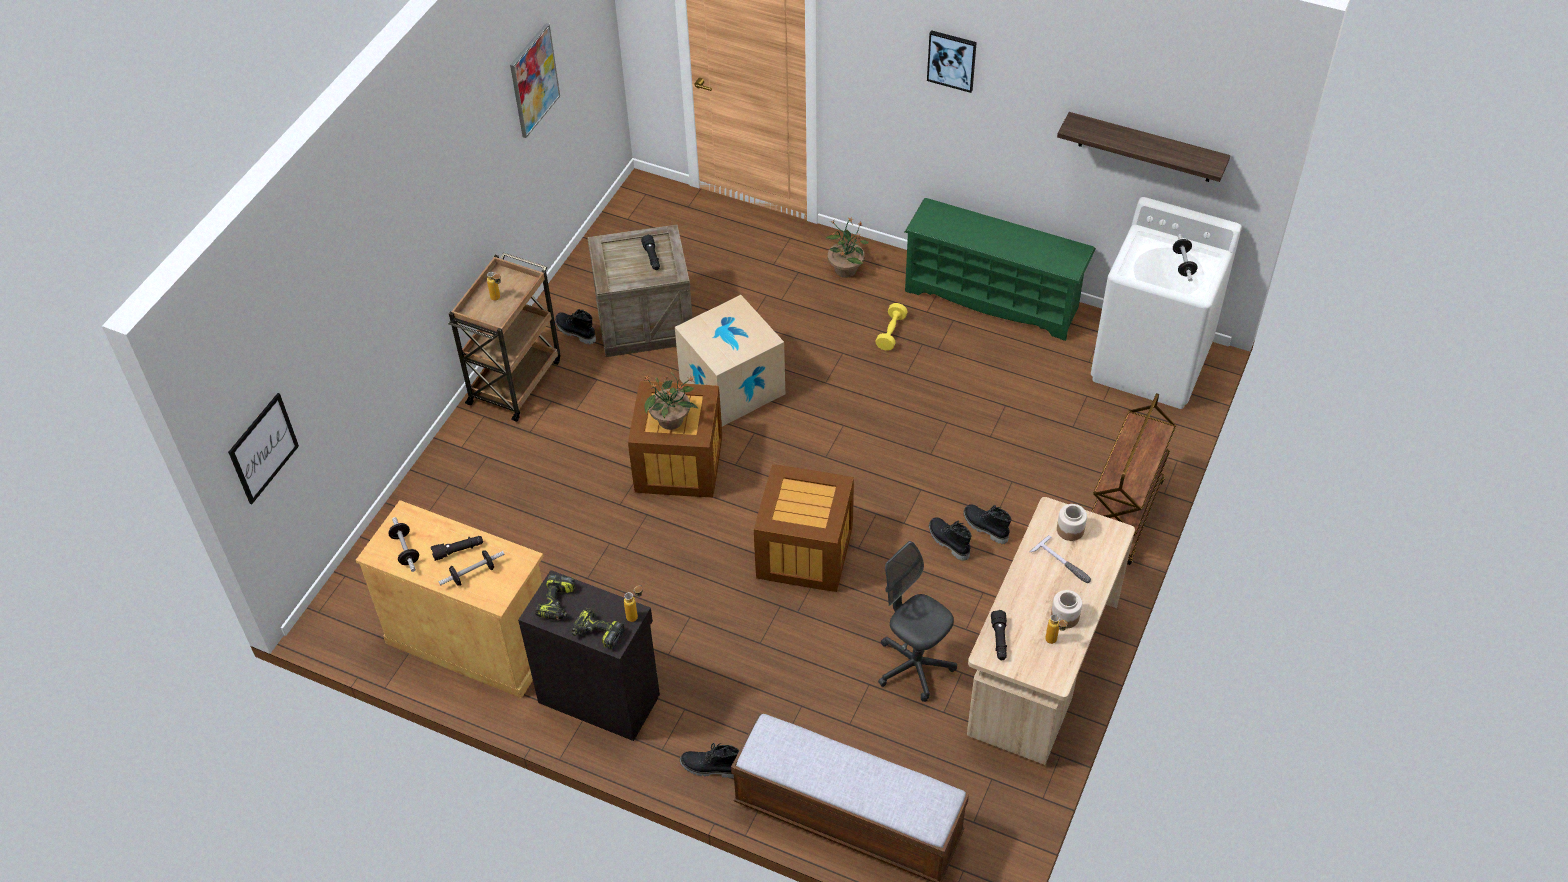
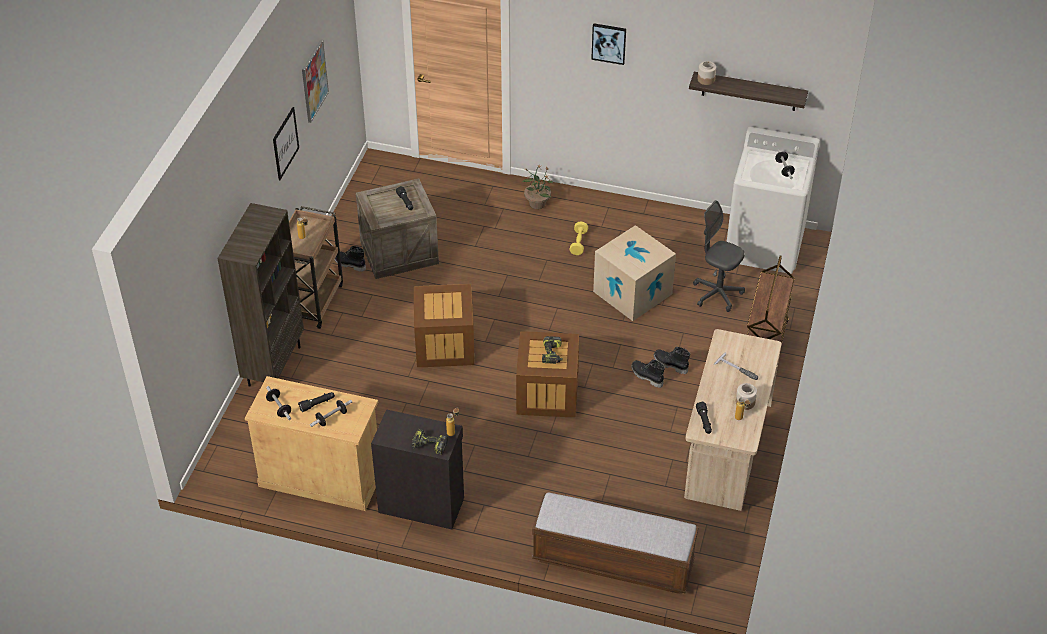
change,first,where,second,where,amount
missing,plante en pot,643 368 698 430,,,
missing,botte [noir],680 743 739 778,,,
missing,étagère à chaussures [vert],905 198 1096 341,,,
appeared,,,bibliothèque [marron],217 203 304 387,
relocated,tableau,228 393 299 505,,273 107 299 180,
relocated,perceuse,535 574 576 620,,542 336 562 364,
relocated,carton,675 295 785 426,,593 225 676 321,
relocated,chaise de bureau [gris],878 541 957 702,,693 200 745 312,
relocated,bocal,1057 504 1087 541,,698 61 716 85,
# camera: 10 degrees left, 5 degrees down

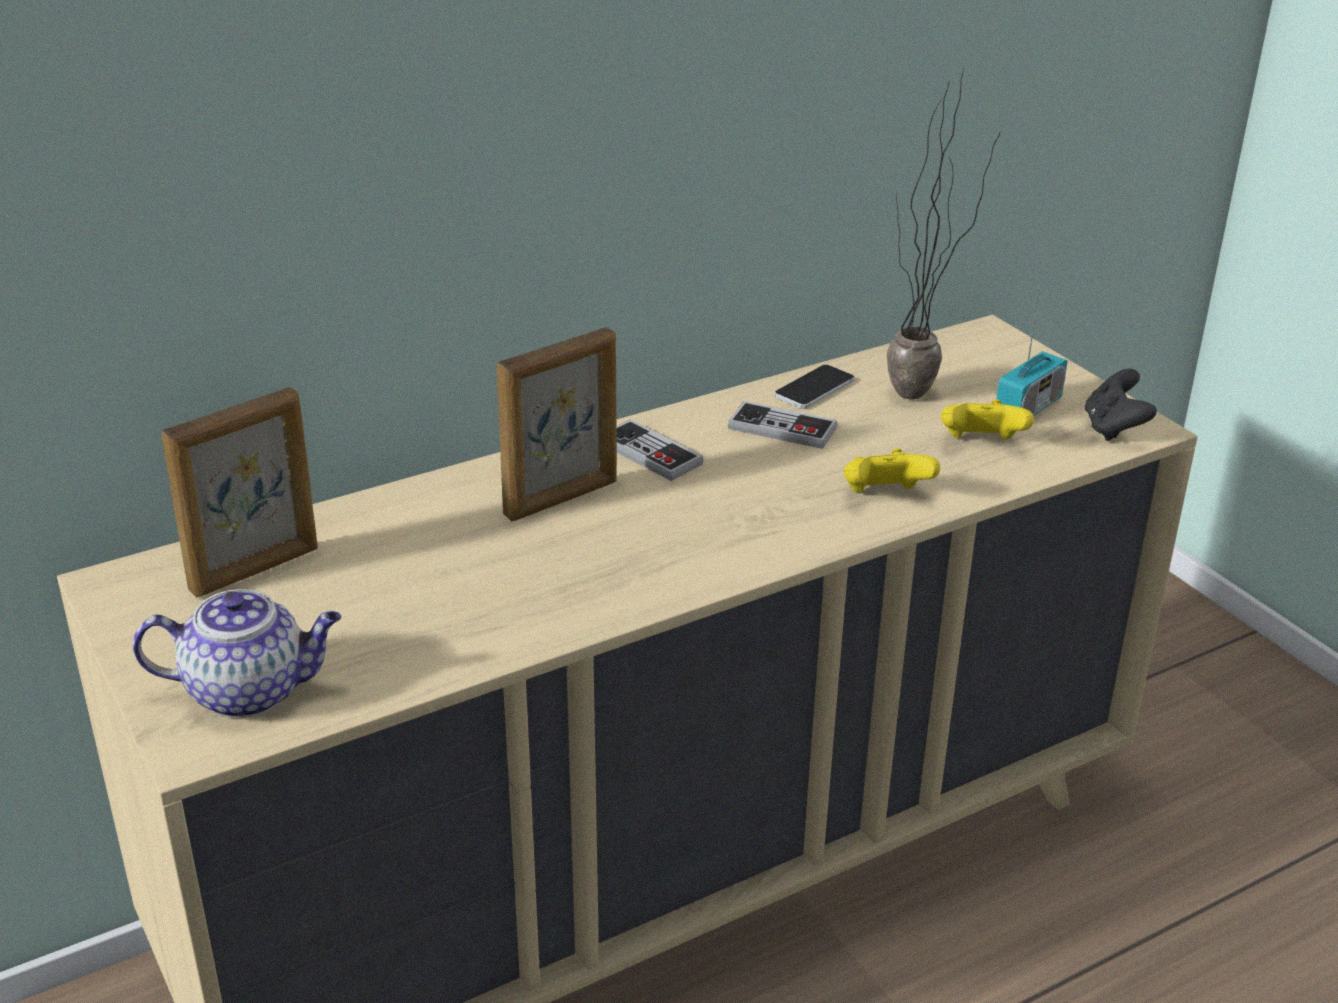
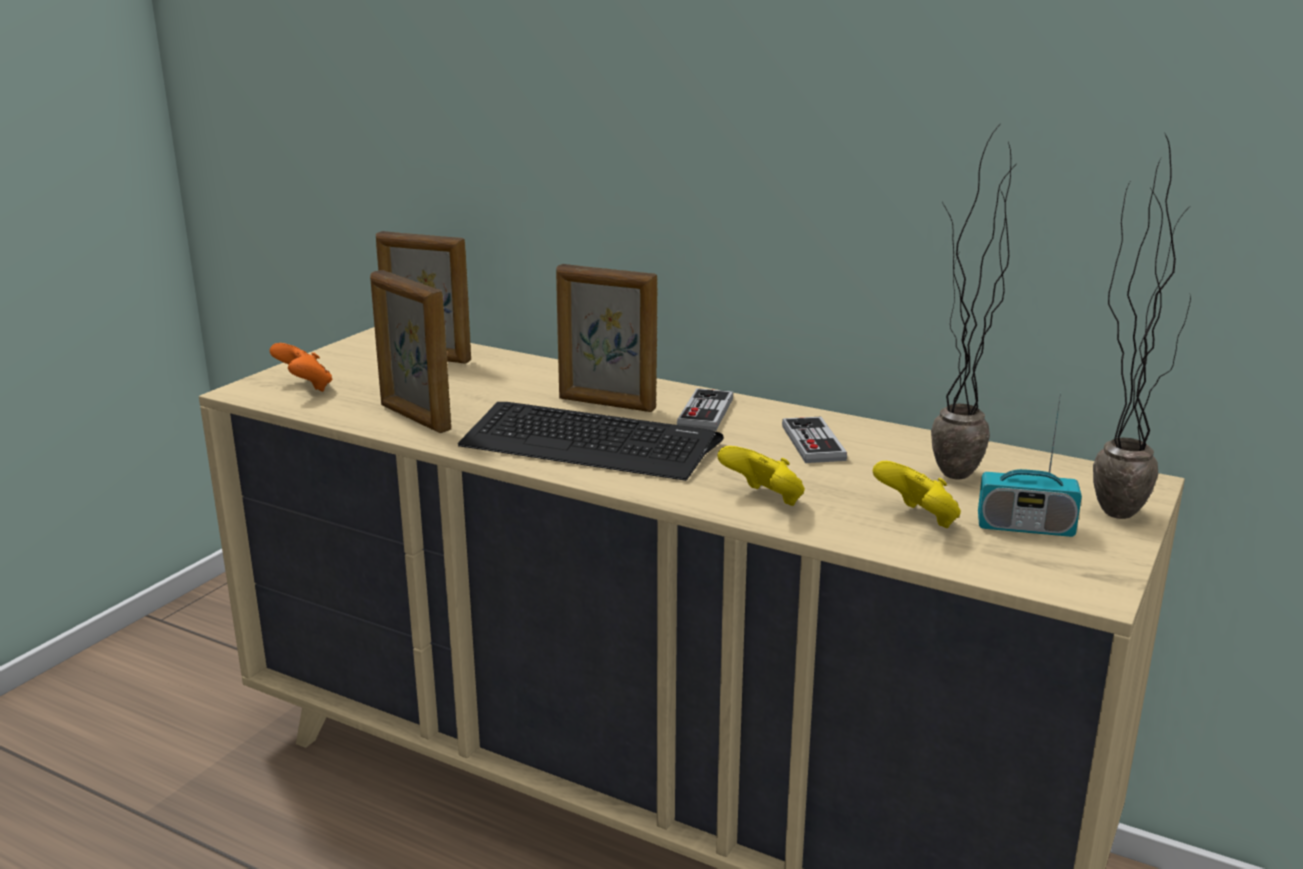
change,first,where,second,where,amount
missing,téléphone,774 365 854 409,,,
missing,manette [noir],1085 369 1157 441,,,
appeared,,,cadre photo,370 270 451 433,
appeared,,,clavier,458 402 724 481,
appeared,,,plante en pot,1093 134 1191 519,
exchanged,théière,132 589 341 718,manette [orange],270 343 332 392,
# camera: 60 degrees right, 10 degrees down

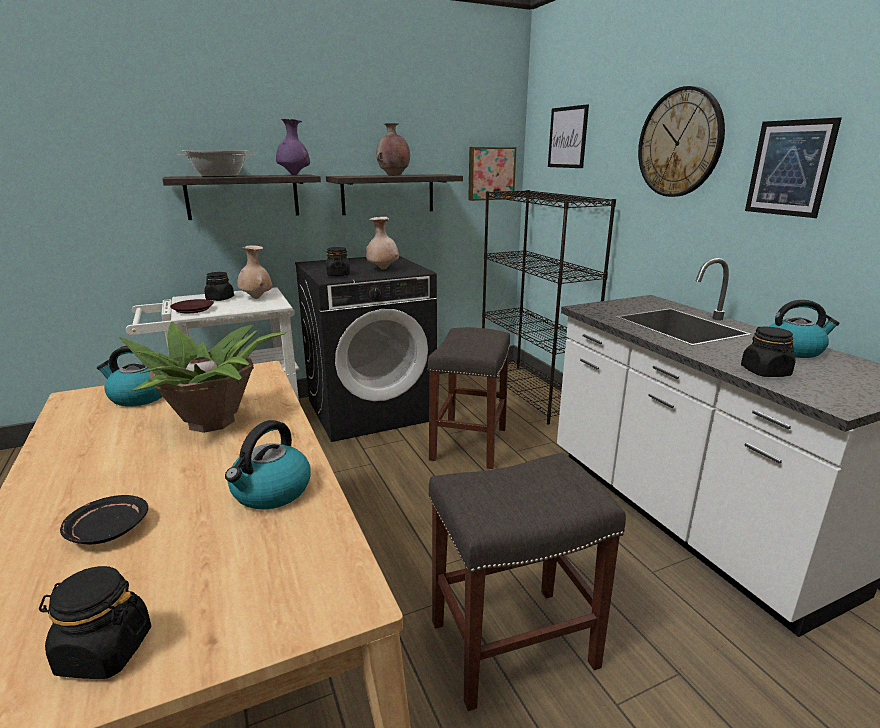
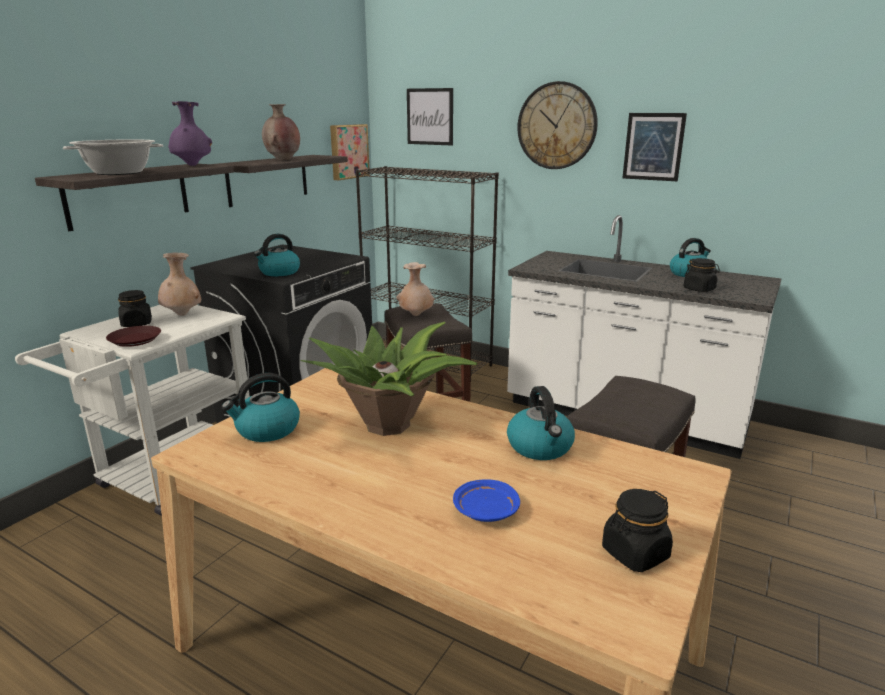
change,first,where,second,where,amount
relocated,vase [beige],366 217 399 269,,397 262 435 316,
exchanged,bocal [noir],326 247 350 276,bouilloire,254 234 300 276,
colour,assiette [noir],60 495 148 545,assiette [bleu],453 479 520 522,
# camera: 35 degrees left, 0 degrees up

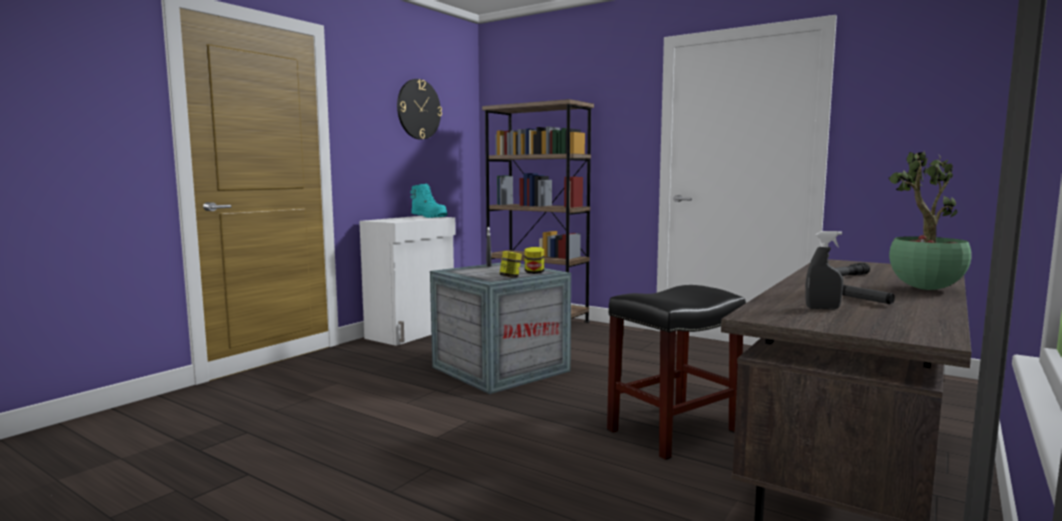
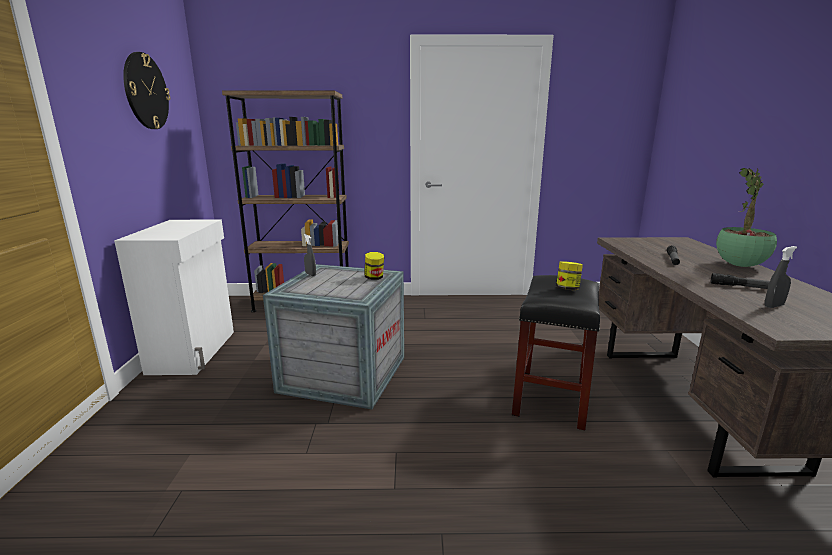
change,first,where,second,where,amount
missing,botte [turquoise],410 184 448 218,,,
relocated,bocal,499 251 522 278,,556 261 583 290,
# camera: 35 degrees left, 10 degrees up

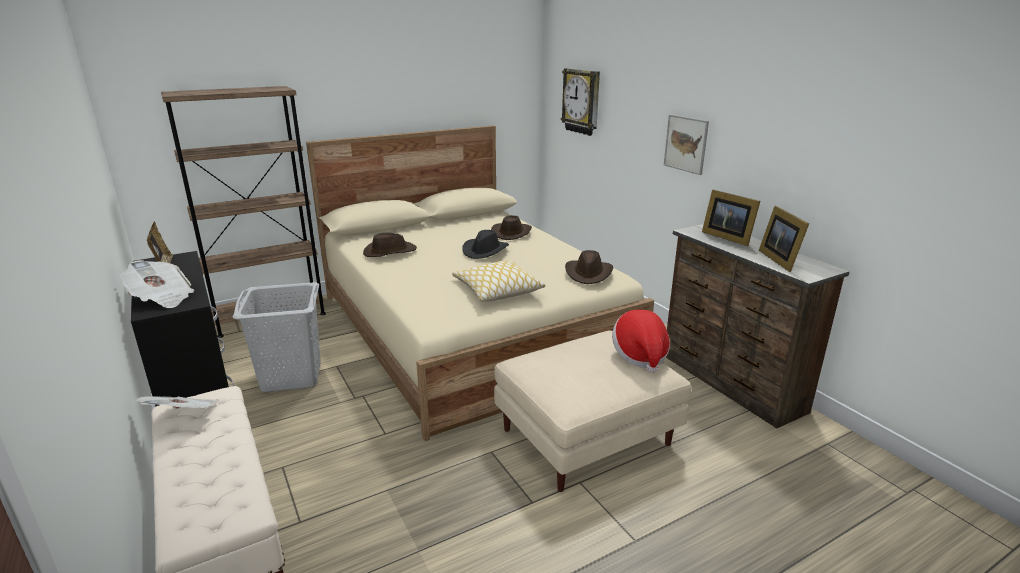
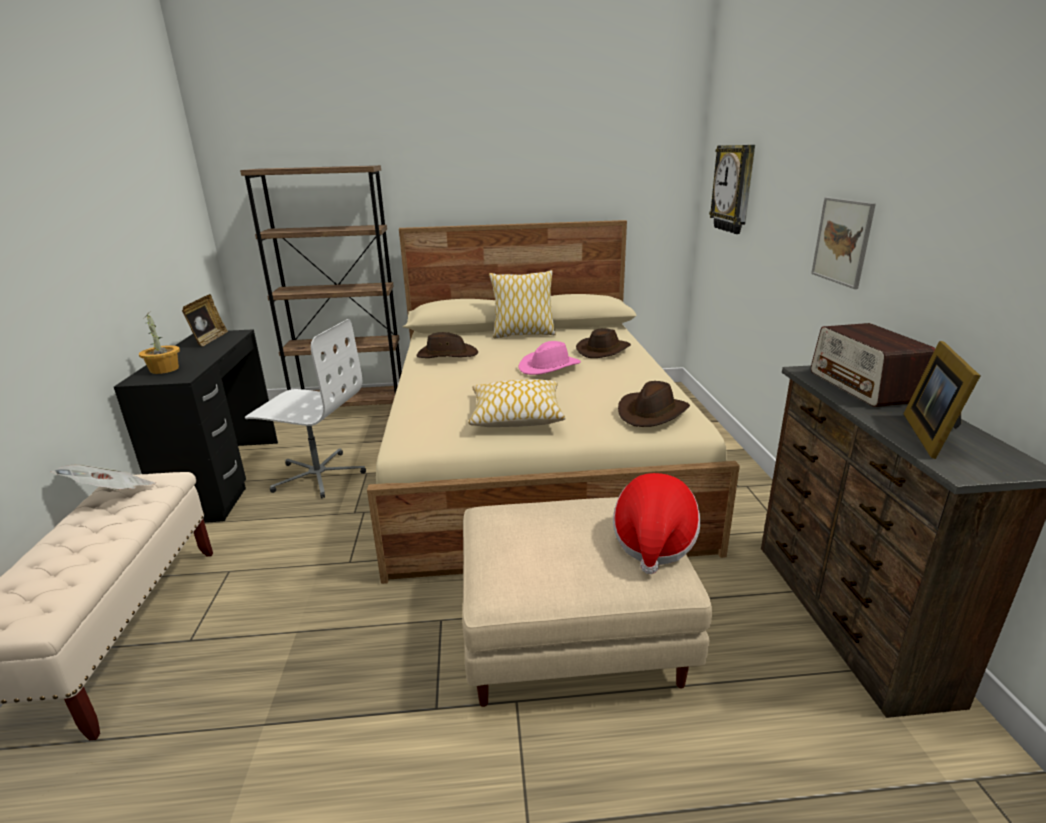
change,first,where,second,where,amount
appeared,,,coussin,489 270 556 339,
exchanged,journal,120 260 195 308,plante en pot,139 312 180 374,
exchanged,panier à linge [gris],232 282 321 392,chaise de bureau [blanc],245 319 366 498,
exchanged,cadre photo,702 190 760 246,radio,811 323 936 407,
colour,chapeau [noir],462 230 509 259,chapeau [rose],519 341 581 375,
# camera: 25 degrees right, 0 degrees up

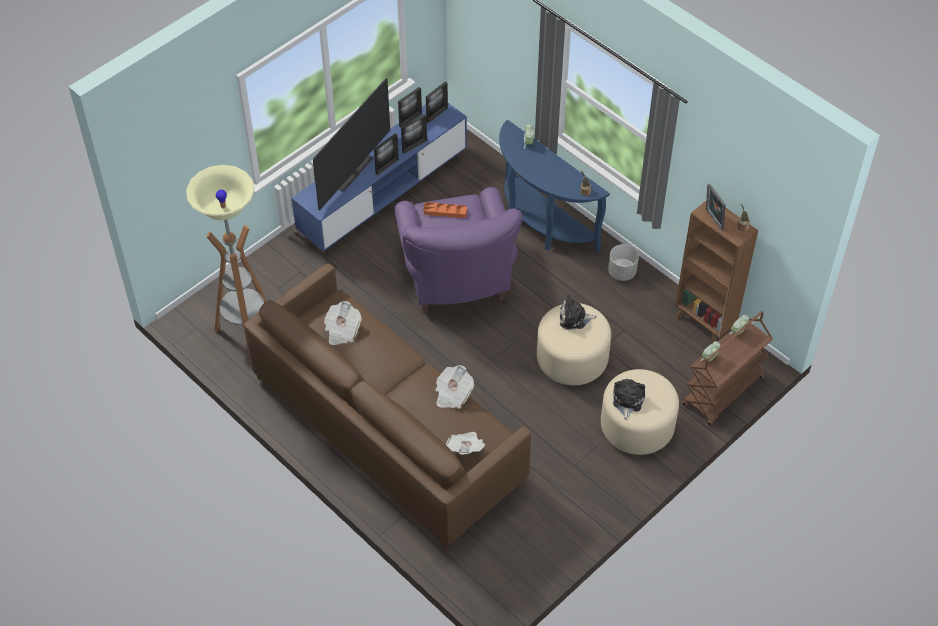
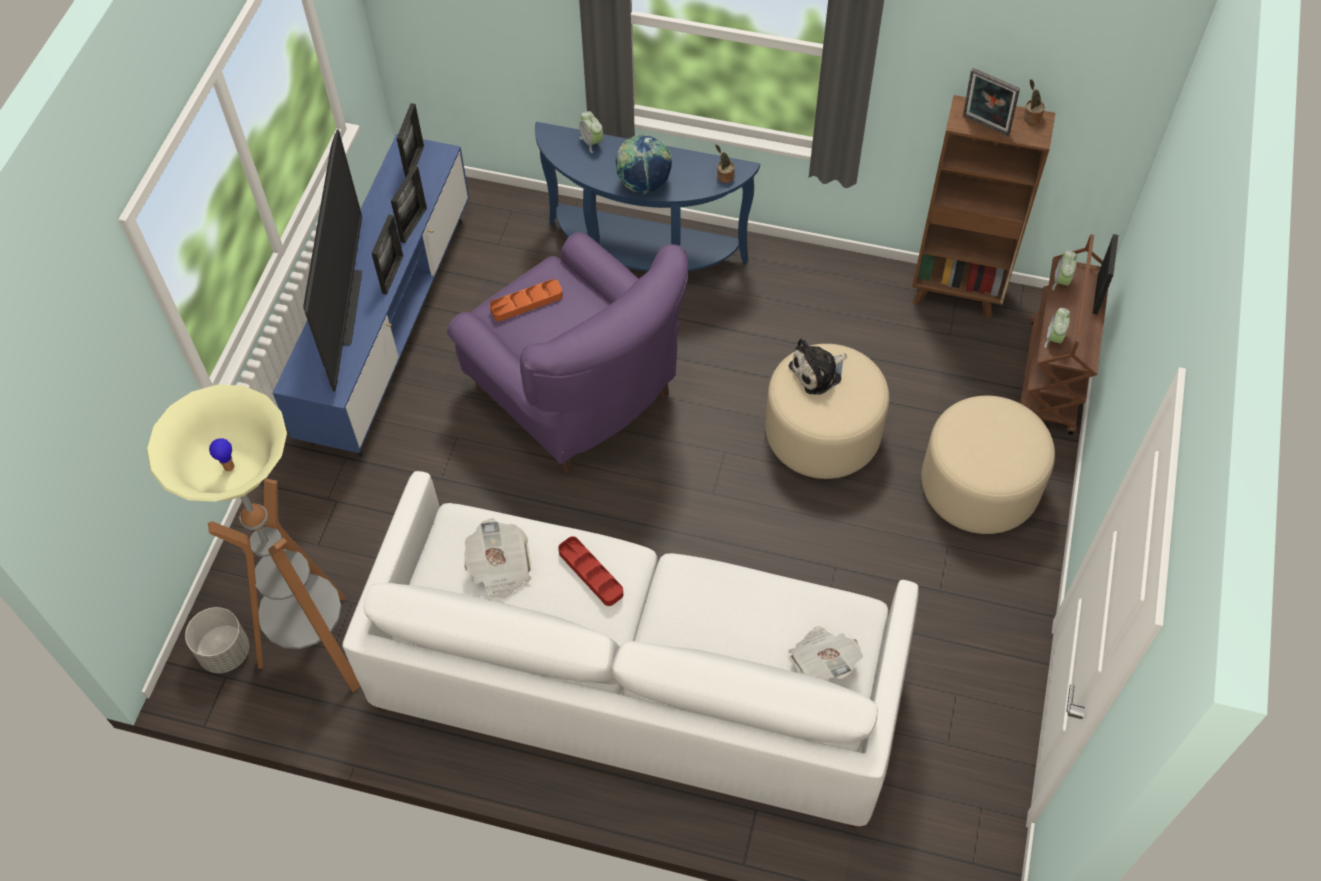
change,first,where,second,where,amount
missing,journal,435 365 474 409,,,
missing,peluche,613 379 645 420,,,
appeared,,,plateau [rouge],558 536 623 606,
appeared,,,globe,615 134 672 194,
relocated,cadre photo,398 87 422 128,,1093 234 1118 315,
relocated,cache-pot [gris],608 244 639 281,,185 607 249 673,
colour,canapé [marron],244 264 531 549,canapé [blanc],342 471 919 828,
# camera: 30 degrees left, 5 degrees up

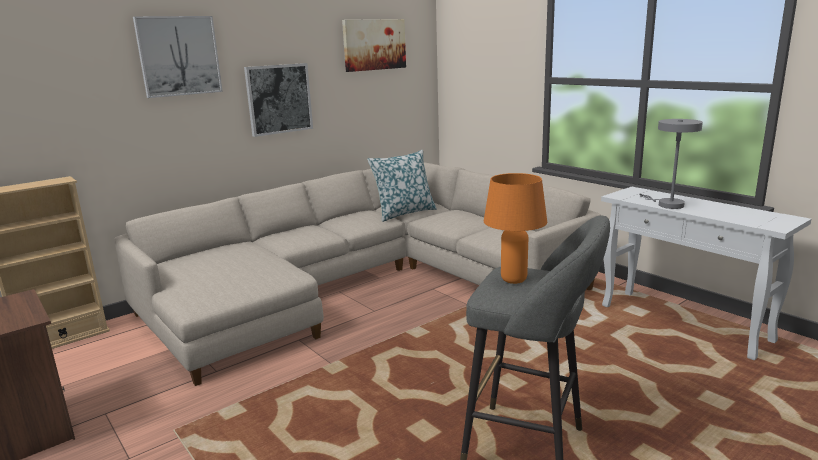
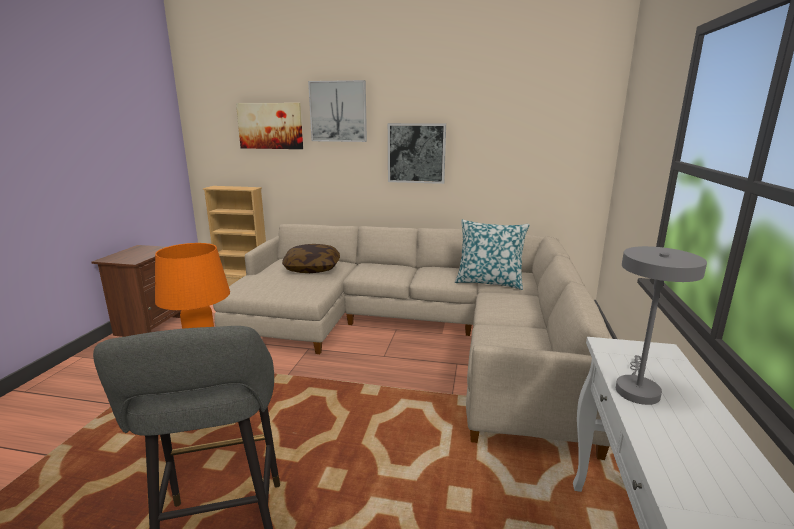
change,first,where,second,where,amount
appeared,,,coussin,282 244 340 273,
relocated,tableau,342 19 406 72,,236 103 303 149,
# camera: 50 degrees right, 0 degrees up

